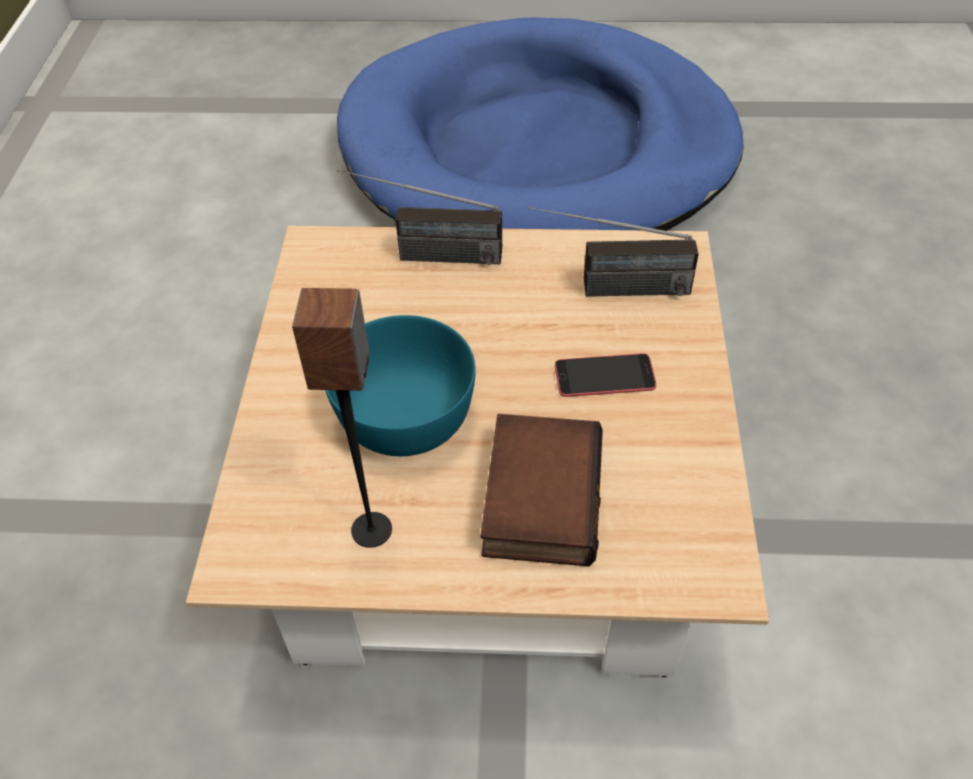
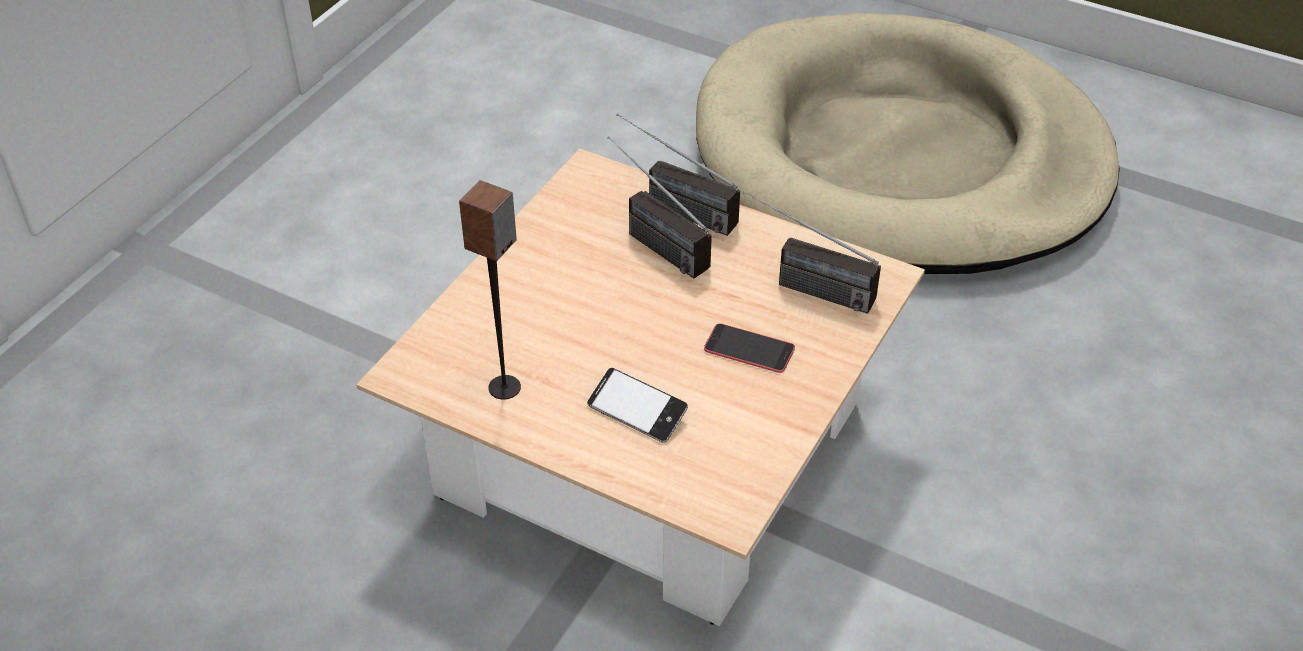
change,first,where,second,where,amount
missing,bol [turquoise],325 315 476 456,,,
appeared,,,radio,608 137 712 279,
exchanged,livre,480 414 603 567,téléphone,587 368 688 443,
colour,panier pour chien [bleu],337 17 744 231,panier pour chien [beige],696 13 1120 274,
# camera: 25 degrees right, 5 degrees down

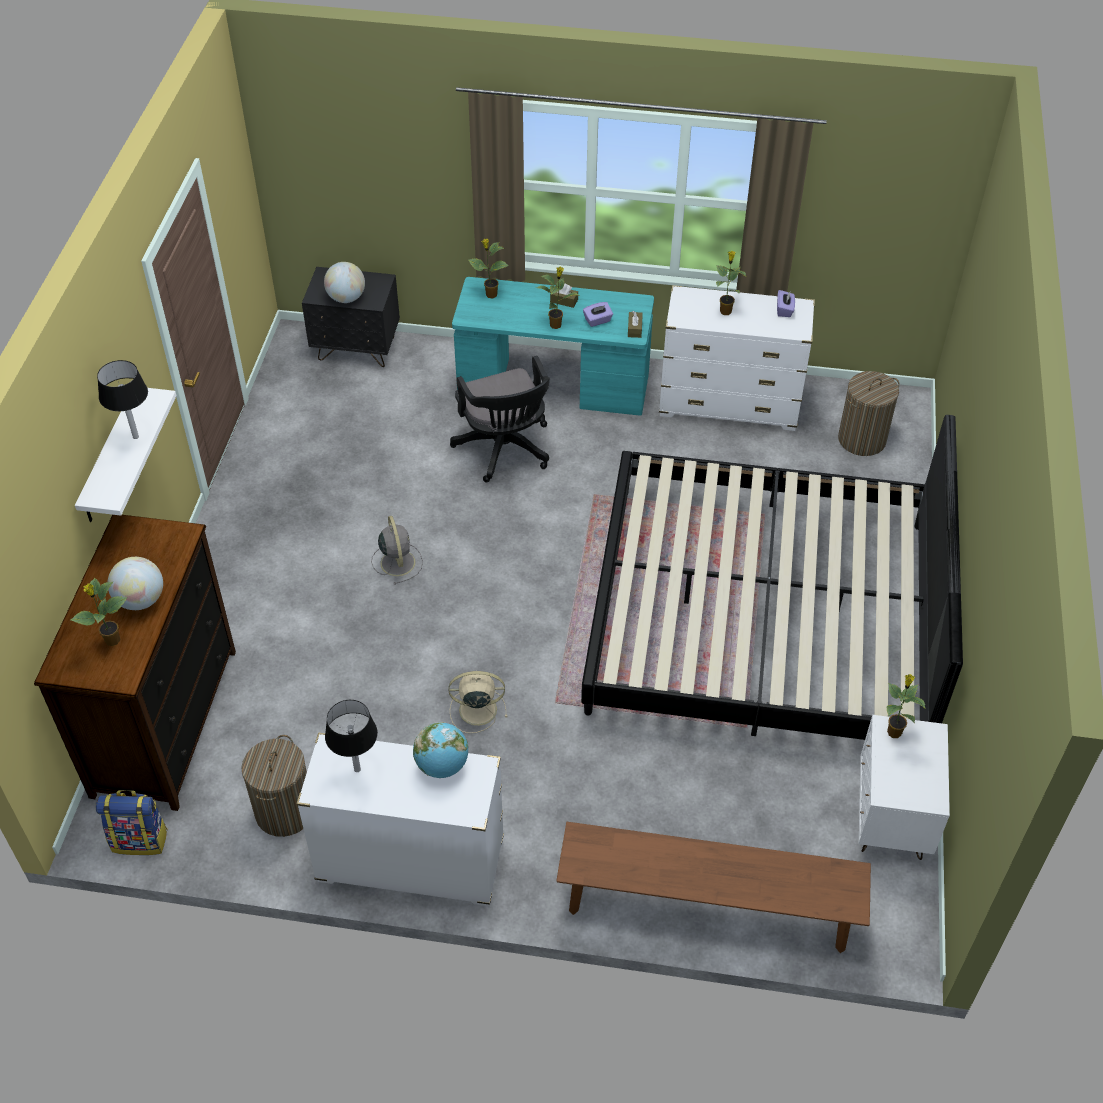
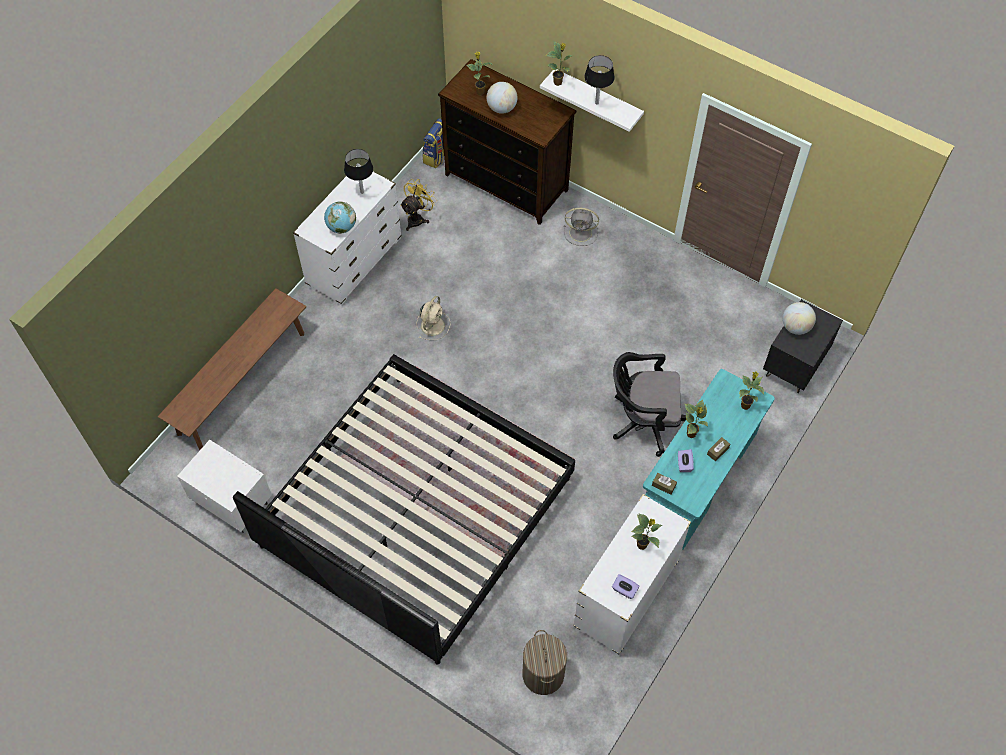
change,first,where,second,where,amount
relocated,ventilateur [gris],371 516 423 585,,564 208 599 246,
relocated,plante en pot,887 674 926 738,,546 41 572 86,
exchanged,panier à linge,241 735 307 837,ventilateur [jaune],400 179 437 231,
# camera: 115 degrees right, 10 degrees up

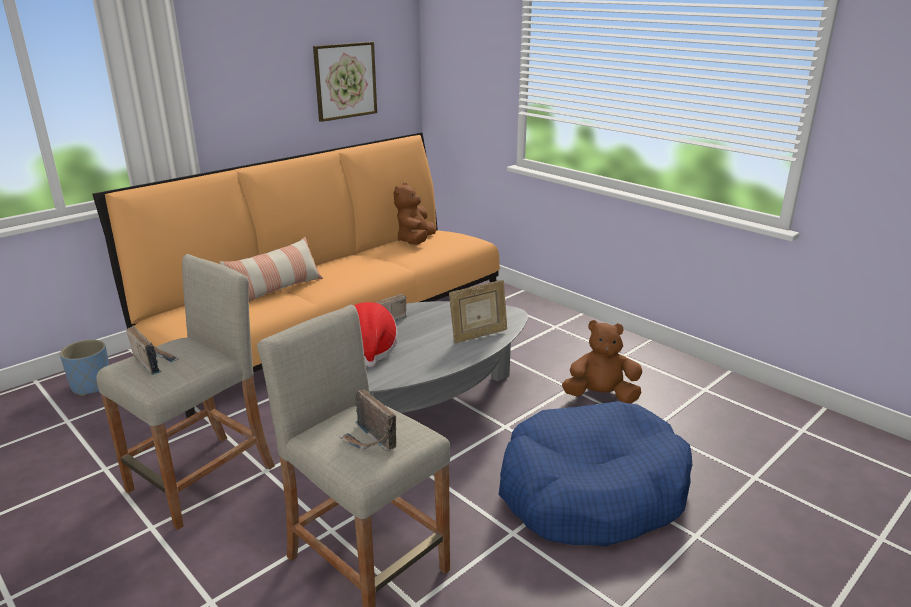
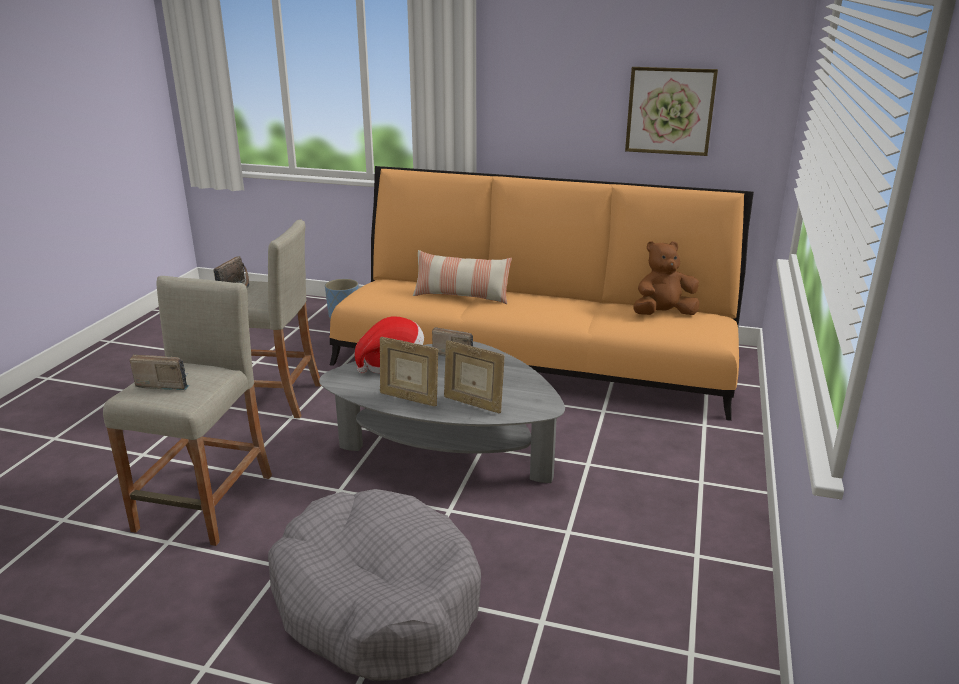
change,first,where,second,where,amount
missing,peluche [marron],562 320 642 403,,,
appeared,,,cadre photo,380 337 438 407,
colour,panier pour chien [bleu],499 401 692 547,panier pour chien [gris],268 489 481 681,
spun,radio,339 389 396 451,,130 354 189 390,75 degrees clockwise
# camera: 60 degrees right, 0 degrees up

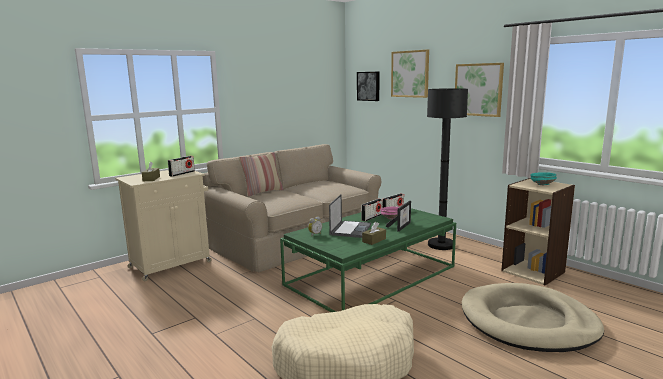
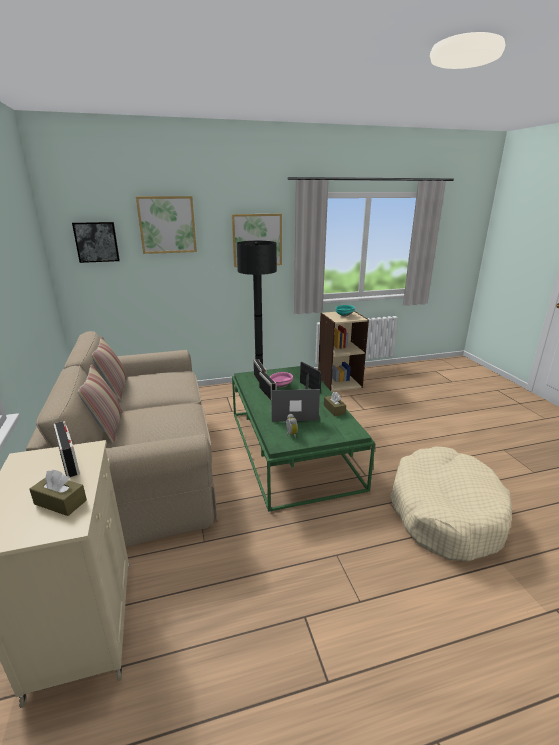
change,first,where,second,where,amount
missing,panier pour chien [beige],462 283 604 352,,,
appeared,,,coussin,92 337 127 401,
spun,ordinateur portable,329 194 371 238,,271 389 320 422,45 degrees counterclockwise
# camera: 65 degrees left, 10 degrees up

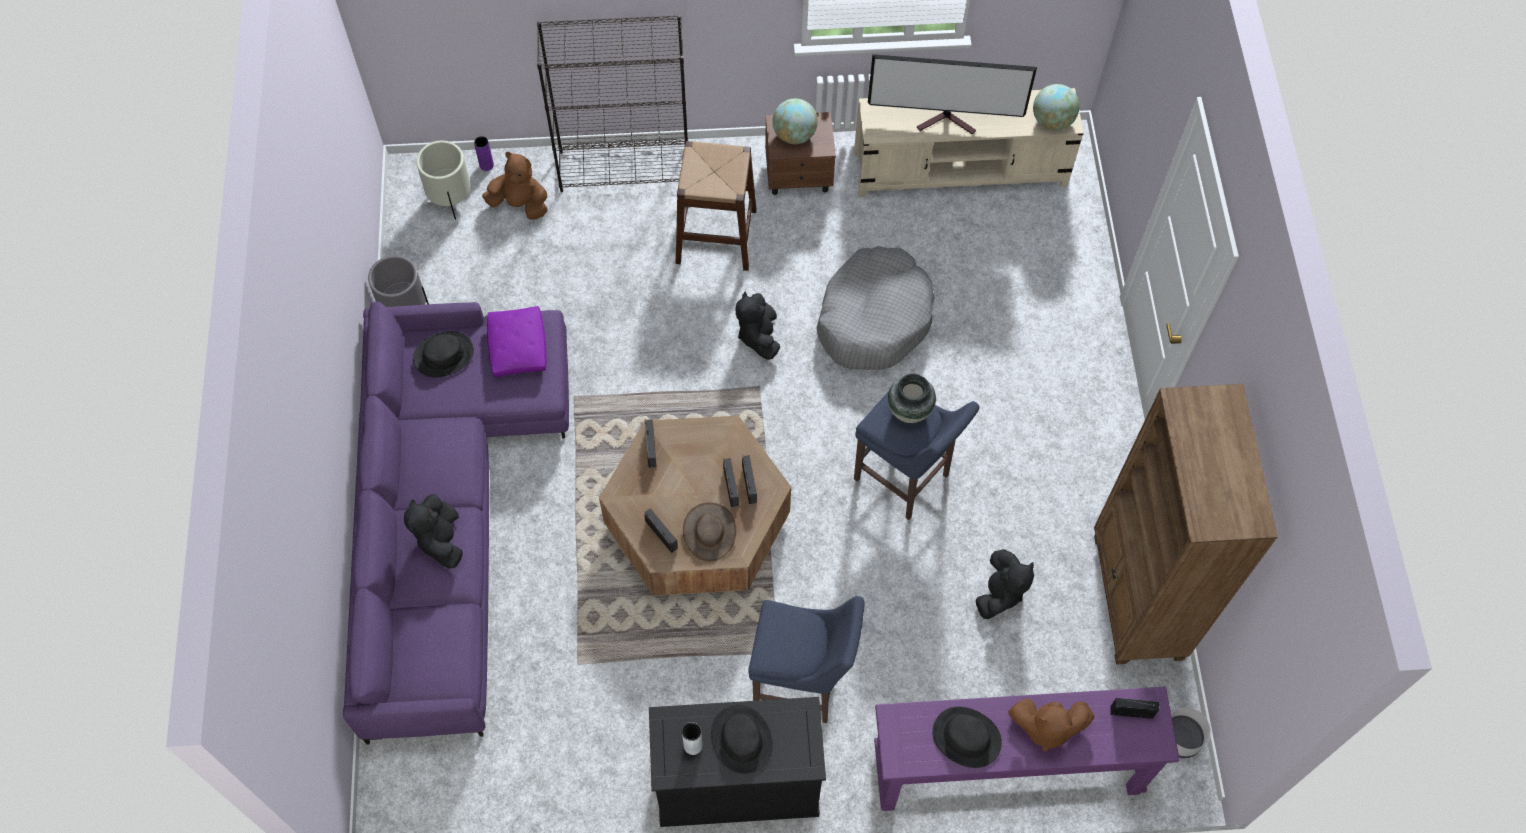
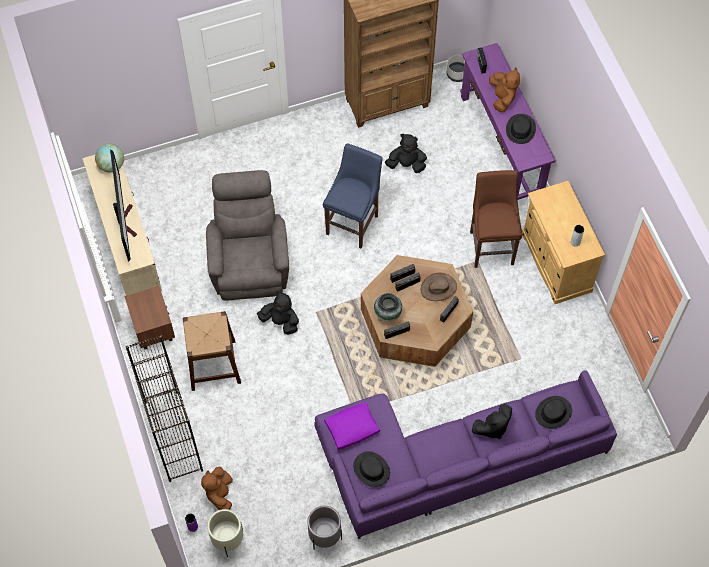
change,first,where,second,where,amount
missing,globe,773 98 818 144,,,
relocated,chapeau [noir],711 705 773 774,,535 396 572 429,
relocated,vase,888 374 936 423,,374 293 402 322,
exchanged,panier pour chien [gris],817 246 935 370,fauteuil [gris],206 170 289 300,
colour,meuble de rangement [noir],649 697 826 827,meuble de rangement [beige],522 181 605 304,
colour,tabouret [bleu],748 596 864 723,tabouret [marron],470 170 522 268,
spun,peluche [noir],736 291 780 360,,257 291 299 334,135 degrees counterclockwise
# camera: 105 degrees left, 0 degrees up

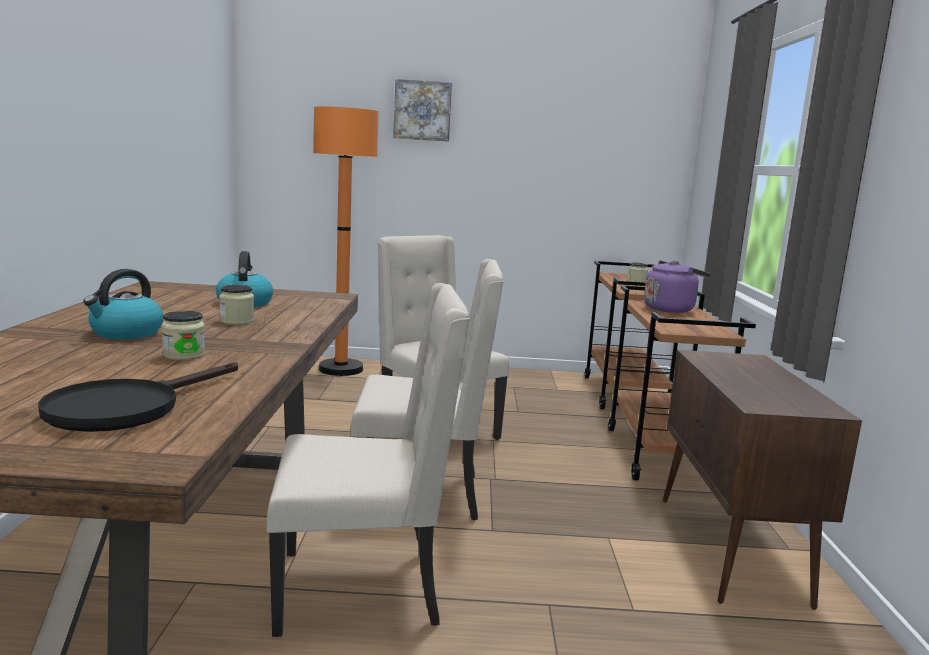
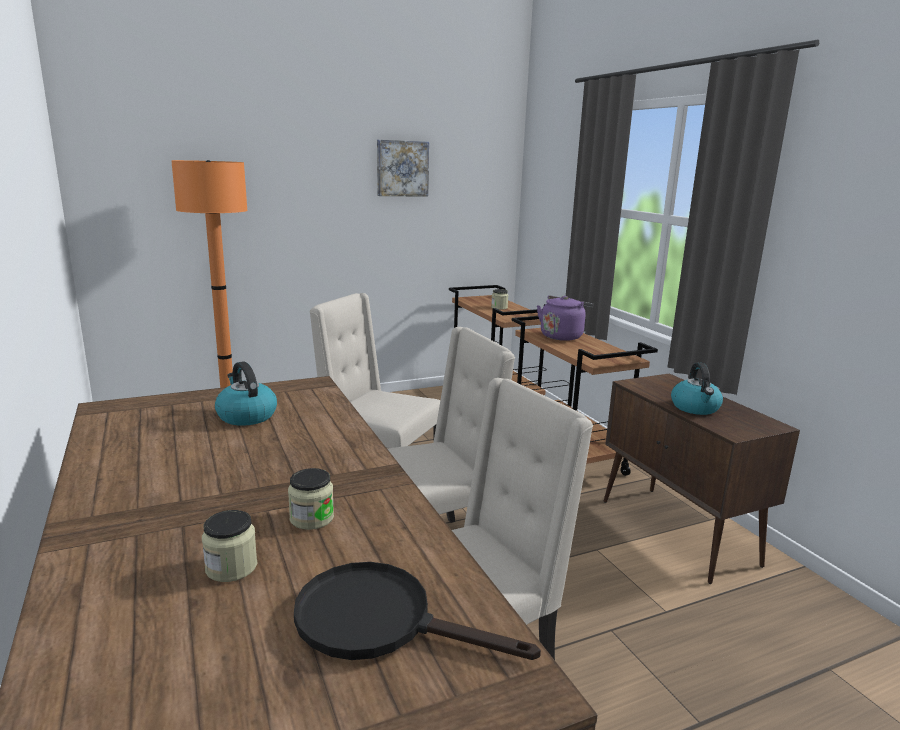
change,first,where,second,where,amount
relocated,bouilloire,83 269 163 340,,671 363 723 415,
relocated,bocal,219 285 254 325,,202 510 257 582,
relocated,tableau,393 79 452 142,,377 140 429 196,
spun,poêle [noir],38 362 238 432,,294 562 541 660,105 degrees clockwise
# camera: 25 degrees left, 5 degrees up

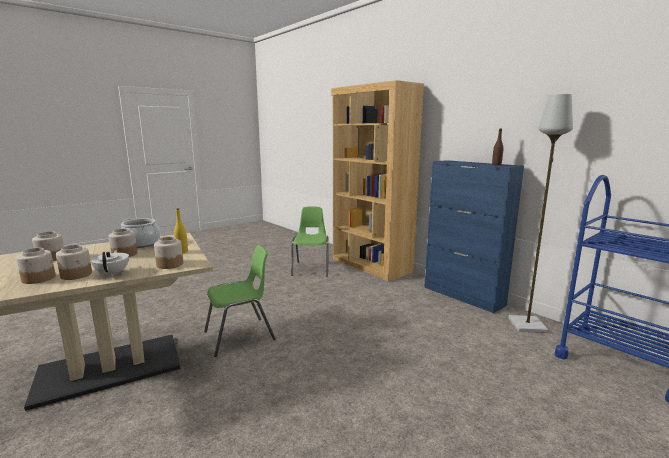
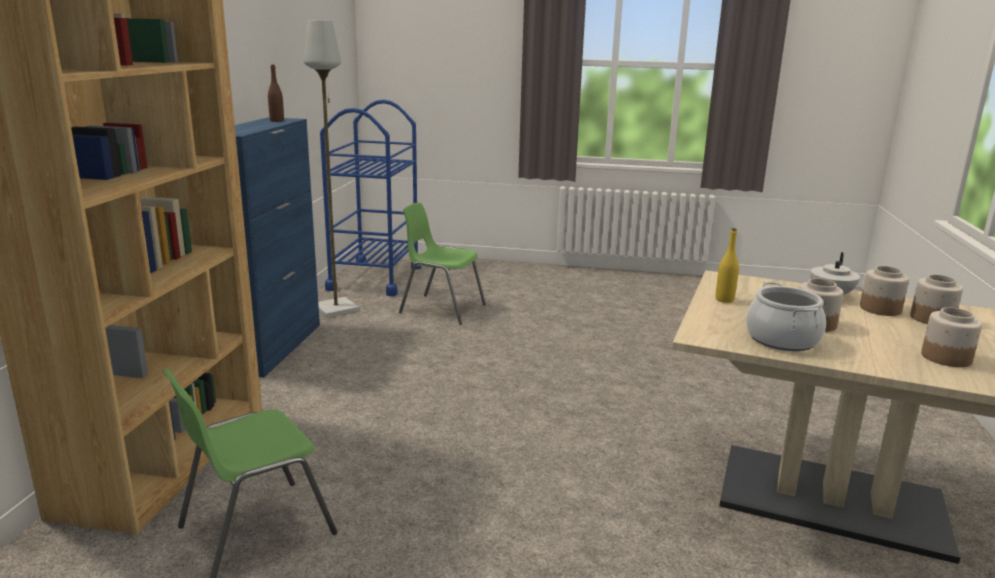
change,first,where,second,where,amount
missing,bocal,154 237 183 269,,,
relocated,chaise [vert],204 245 276 357,,399 203 486 325,
# camera: 130 degrees left, 5 degrees up

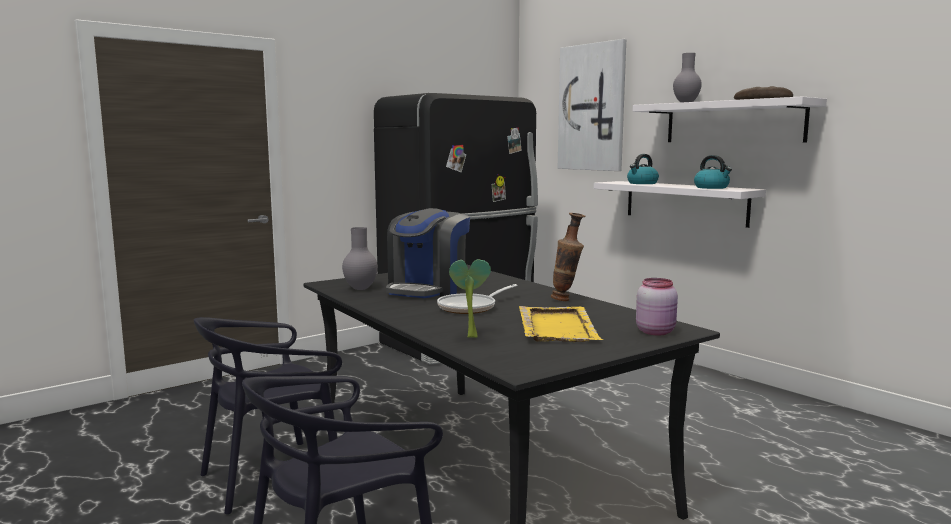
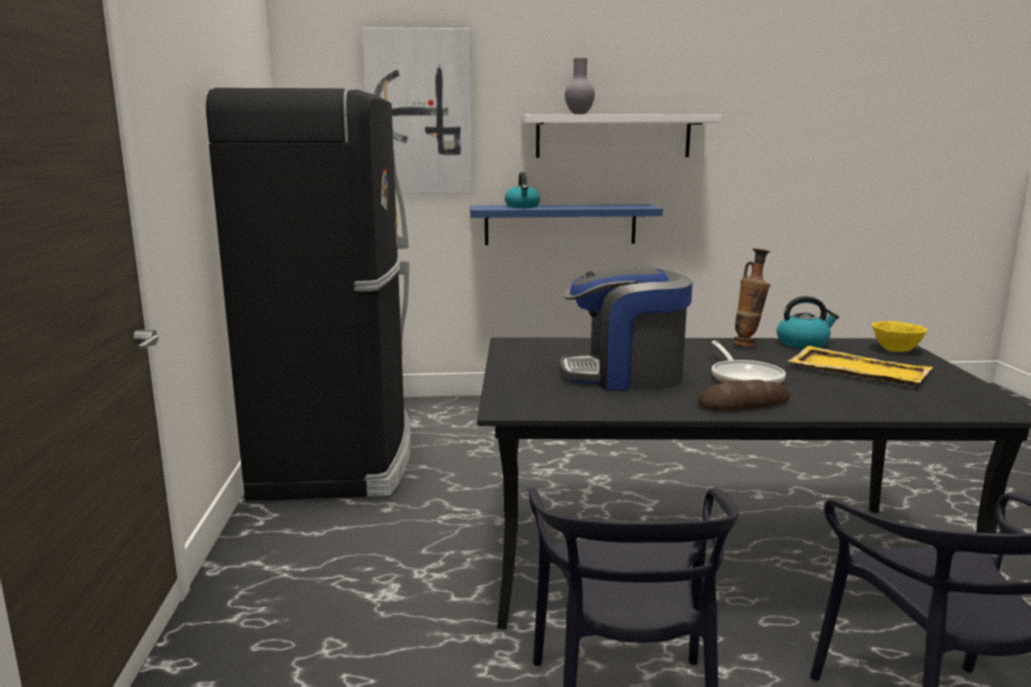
change,first,where,second,where,amount
missing,vase [gris],342 227 378 290,,,
missing,plante en pot,449 259 491 338,,,
relocated,bouilloire,694 155 732 189,,777 296 839 349,
relocated,pain,734 86 793 100,,698 380 790 410,
exchanged,bocal [rose],636 278 678 336,bol [jaune],872 321 928 352,
colour,étagère [blanc],594 181 766 228,étagère [bleu],470 204 663 245,
spun,machine à café,386 208 470 298,,560 267 693 390,120 degrees clockwise
# camera: 55 degrees left, 5 degrees up

